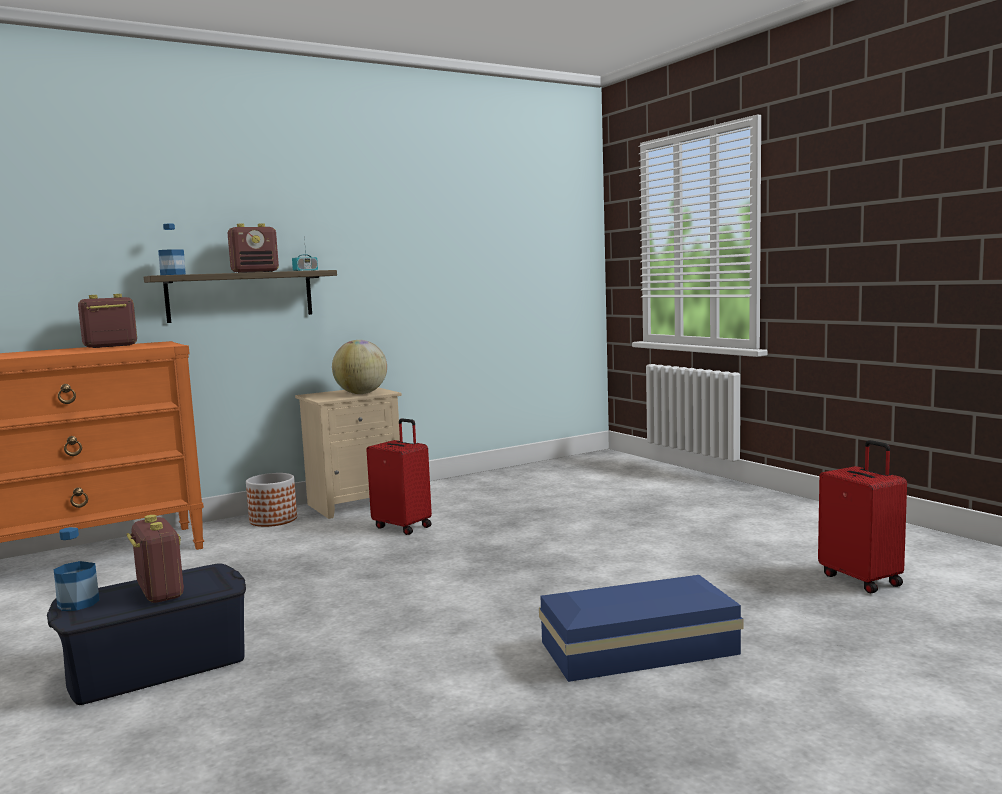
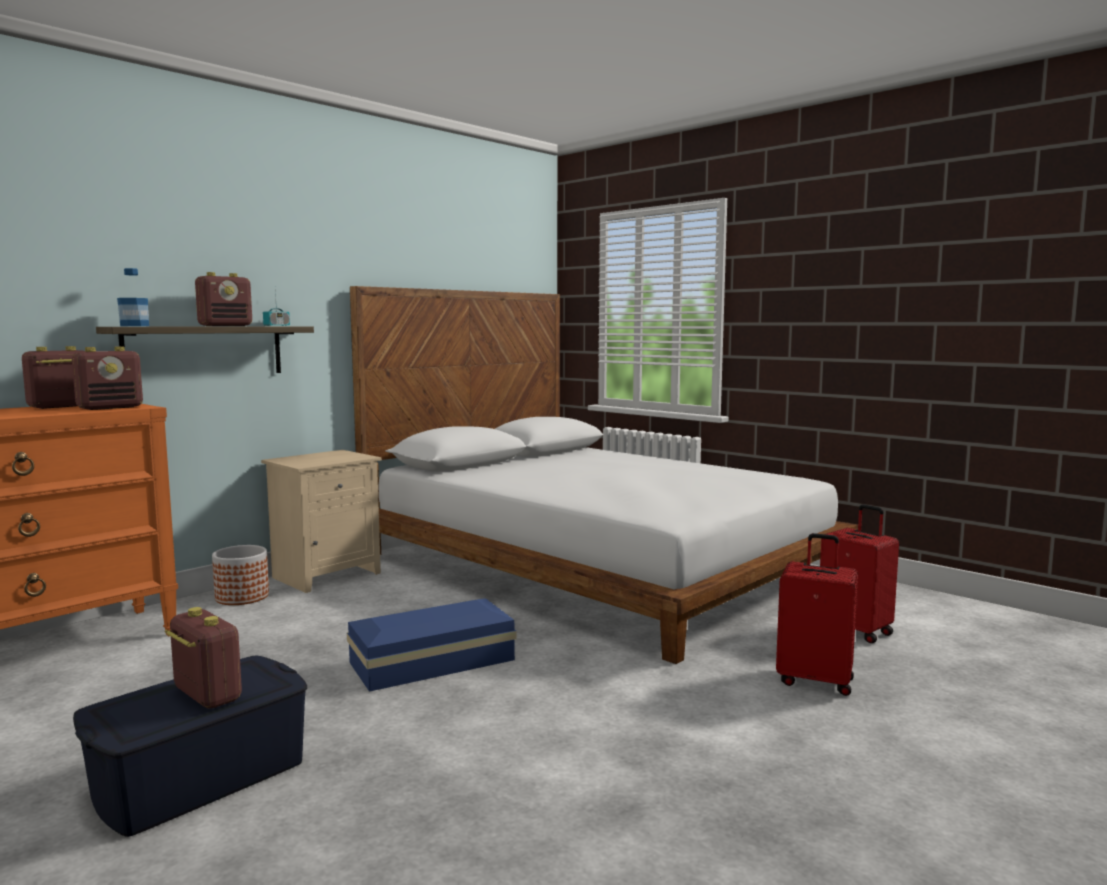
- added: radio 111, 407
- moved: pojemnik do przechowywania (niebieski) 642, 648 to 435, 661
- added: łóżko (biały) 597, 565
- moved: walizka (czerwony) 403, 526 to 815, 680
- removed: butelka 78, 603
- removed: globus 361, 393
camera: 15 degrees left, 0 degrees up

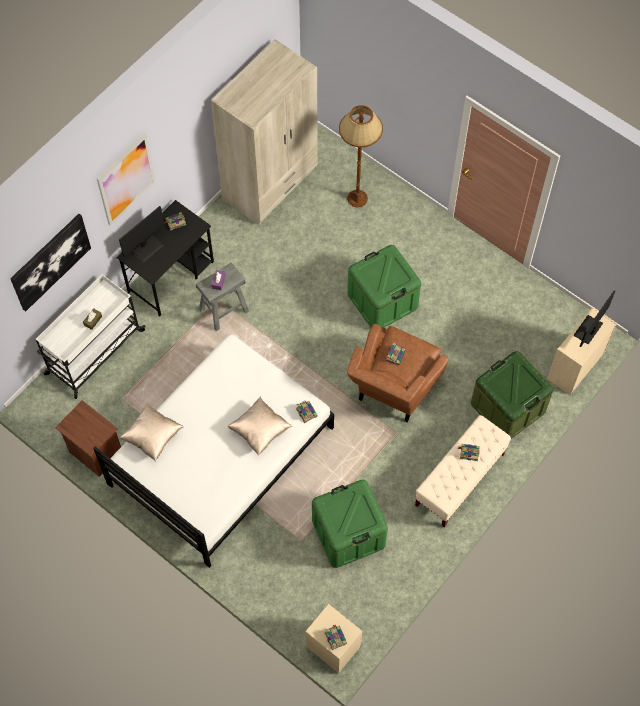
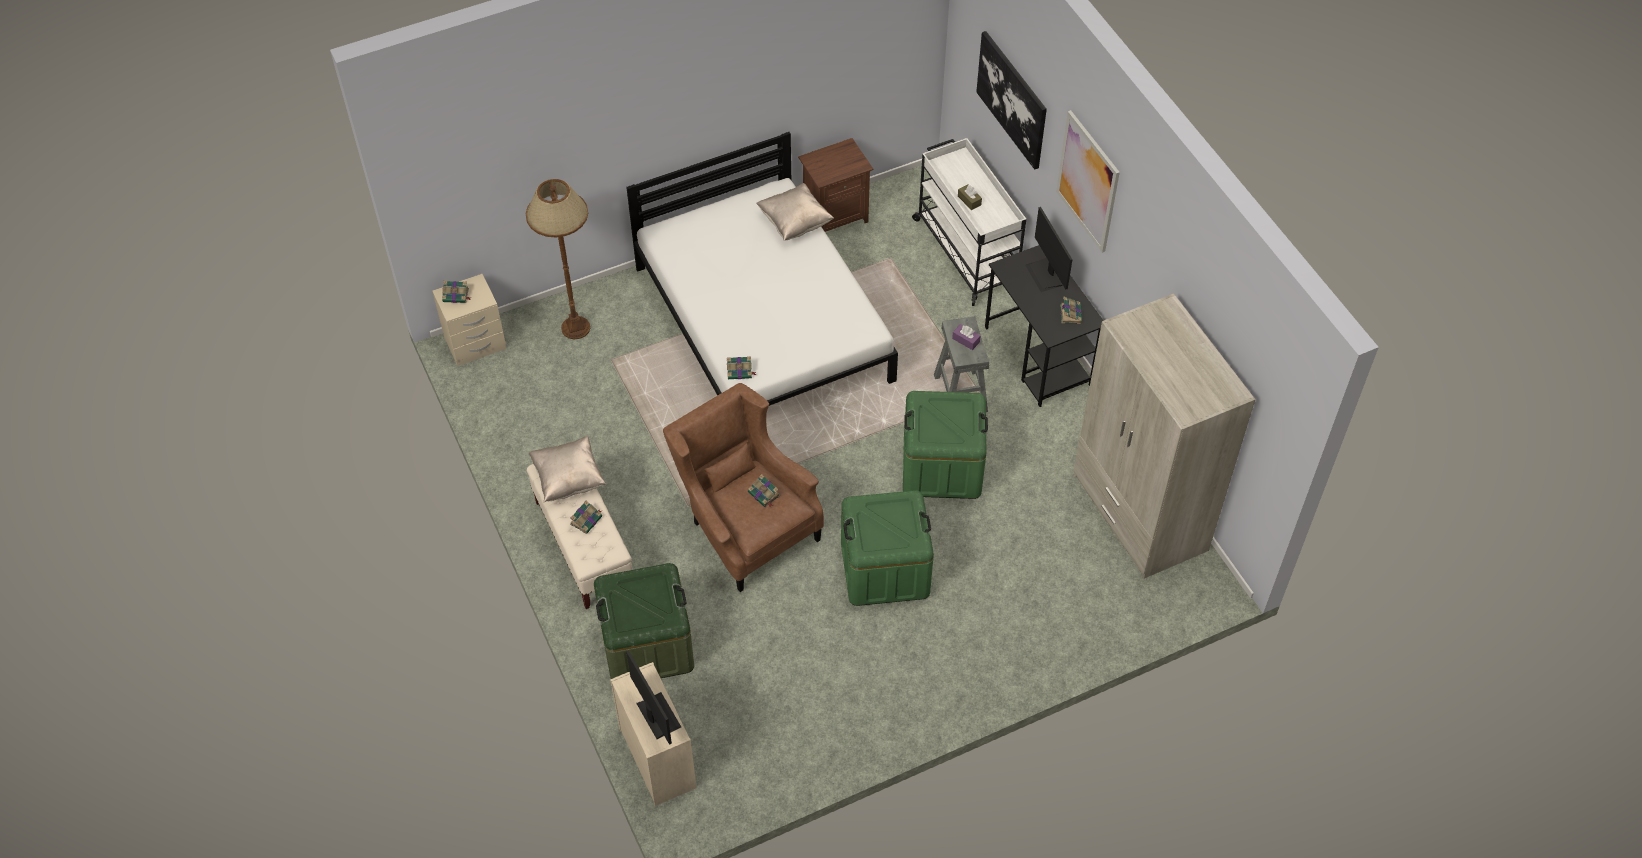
- moved: lampa stojąca (brązowy) 357, 198 to 576, 328
- moved: poduszka (beżowy) 260, 431 to 568, 479
- moved: pojemnik do przechowywania (zielony) 348, 533 to 942, 466
camera: 115 degrees right, 10 degrees down

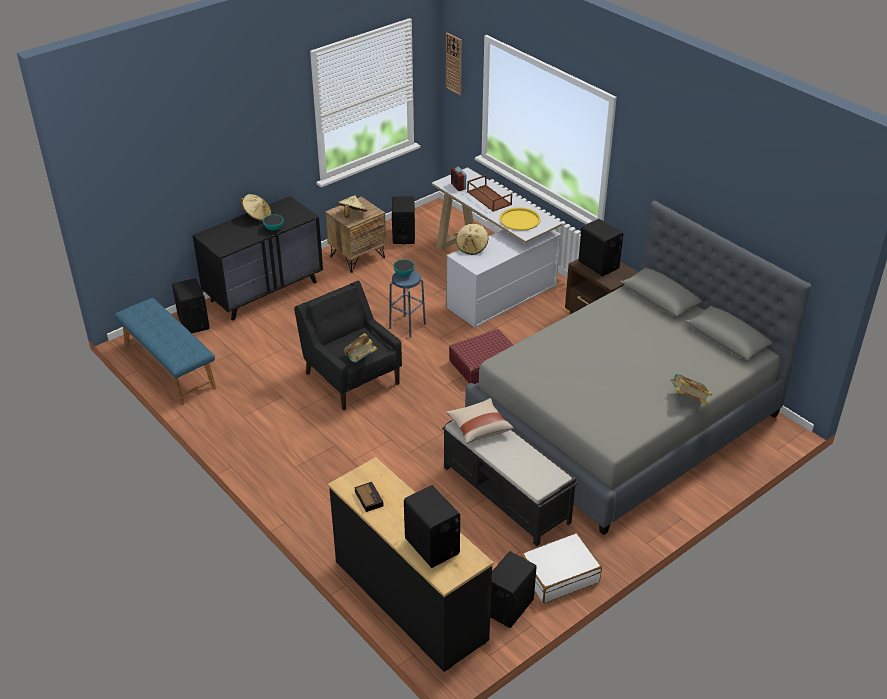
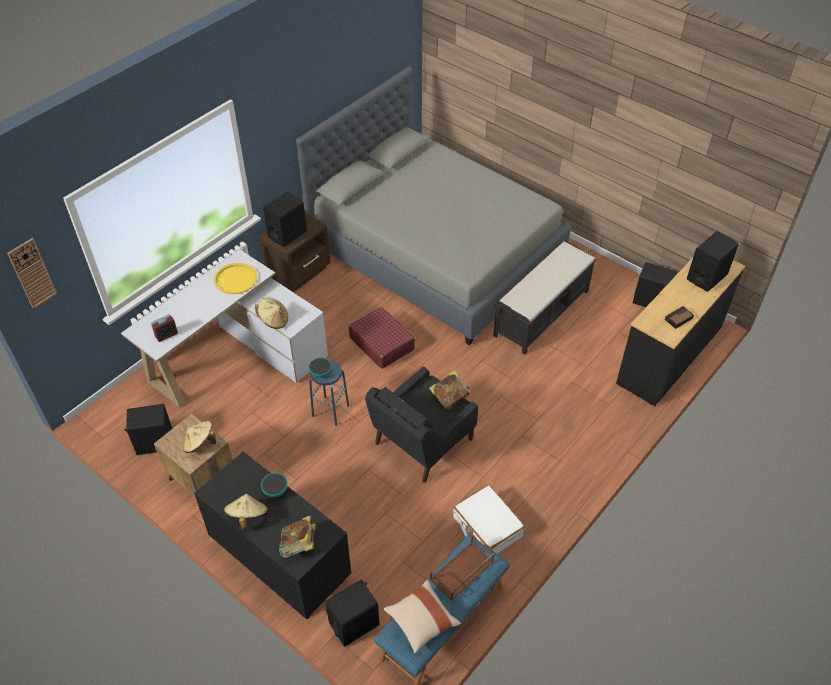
- moved: książka 688, 399 to 299, 546
- moved: poduszka (beżowy) 479, 428 to 421, 620
- moved: taca (brązowy) 488, 198 to 461, 571
- moved: walizka (biały) 559, 575 to 487, 527
camera: 100 degrees left, 10 degrees up

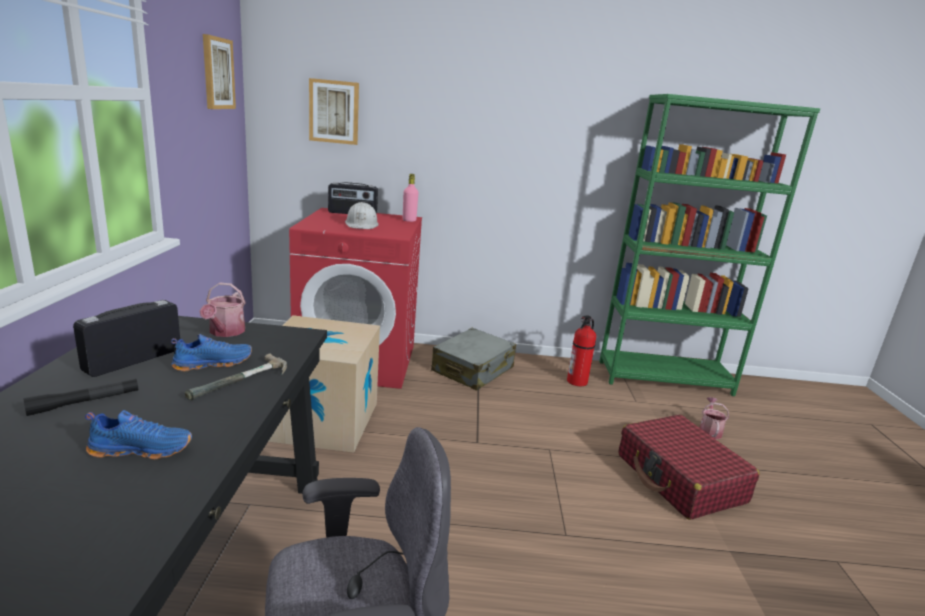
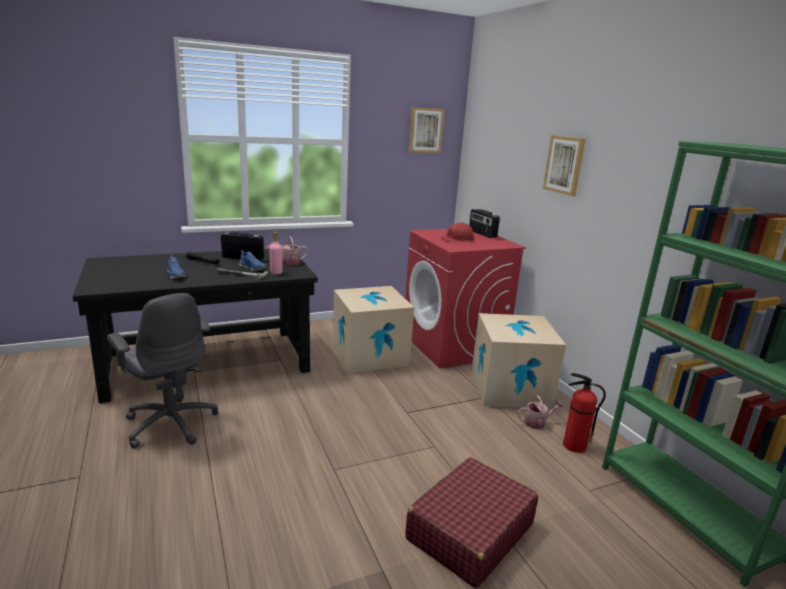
- moved: butelka (różowy) 409, 220 to 276, 273
- recoloured: kask (biały) 362, 224 to kask (czerwony) 458, 239
- replaced: walizka (szary) 473, 370 to karton 510, 389
- moved: konewka 709, 430 to 537, 423
- moved: obraz 334, 112 to 564, 165
camera: 65 degrees right, 0 degrees up

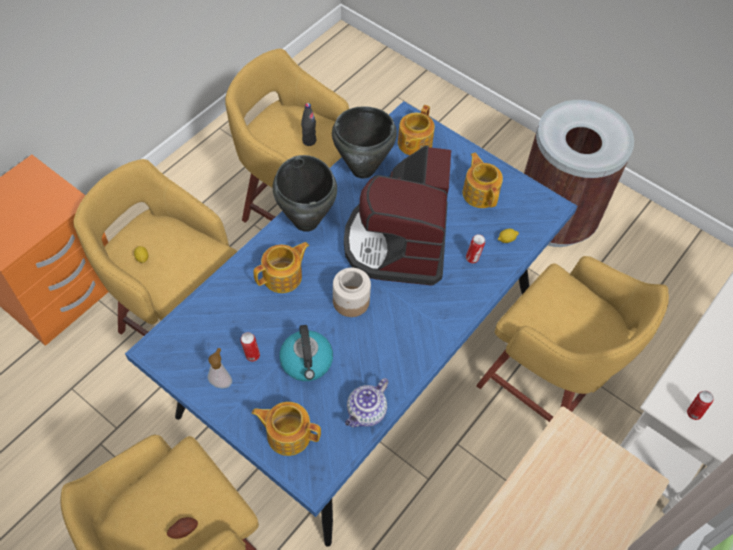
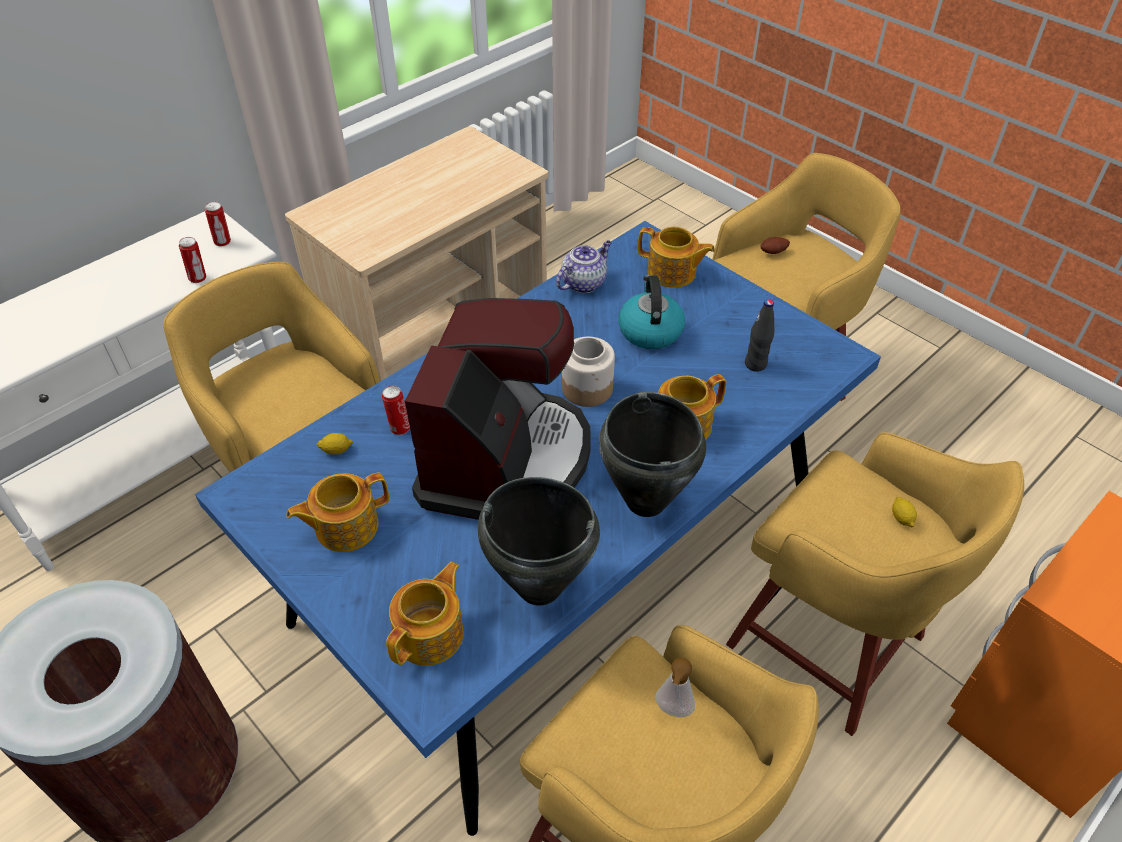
- moved: puszka 251, 355 to 198, 278
- turned: imbryk 480, 193 = 345, 526 75 degrees clockwise
- moved: dozownik mydła 221, 381 to 672, 711
- moved: butelka (czarny) 309, 141 to 755, 364
camera: 170 degrees left, 10 degrees down

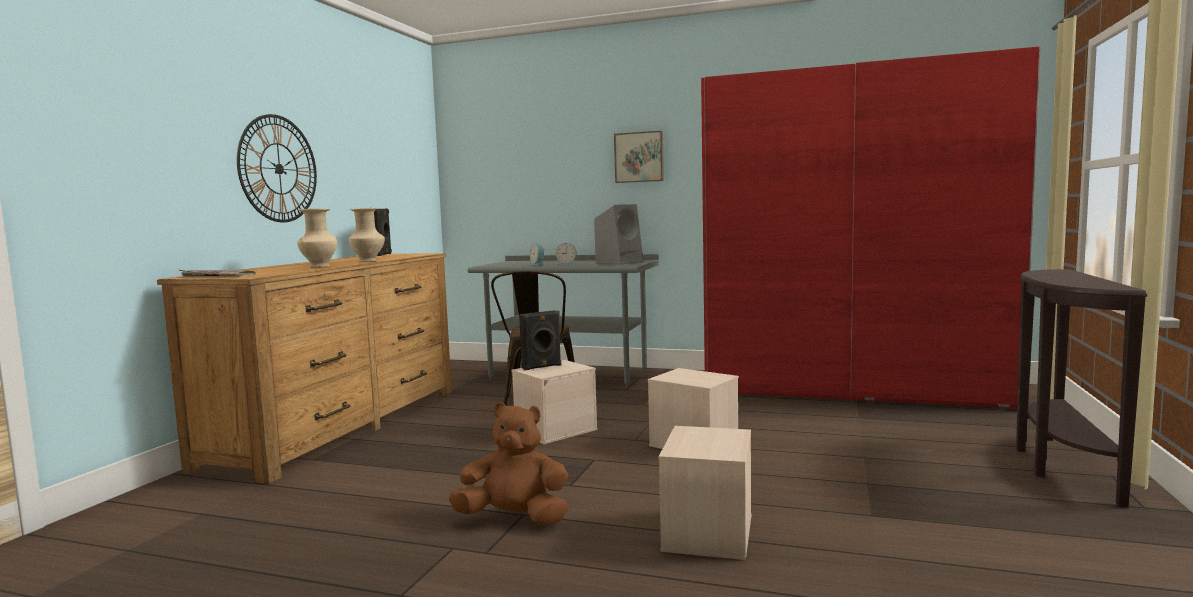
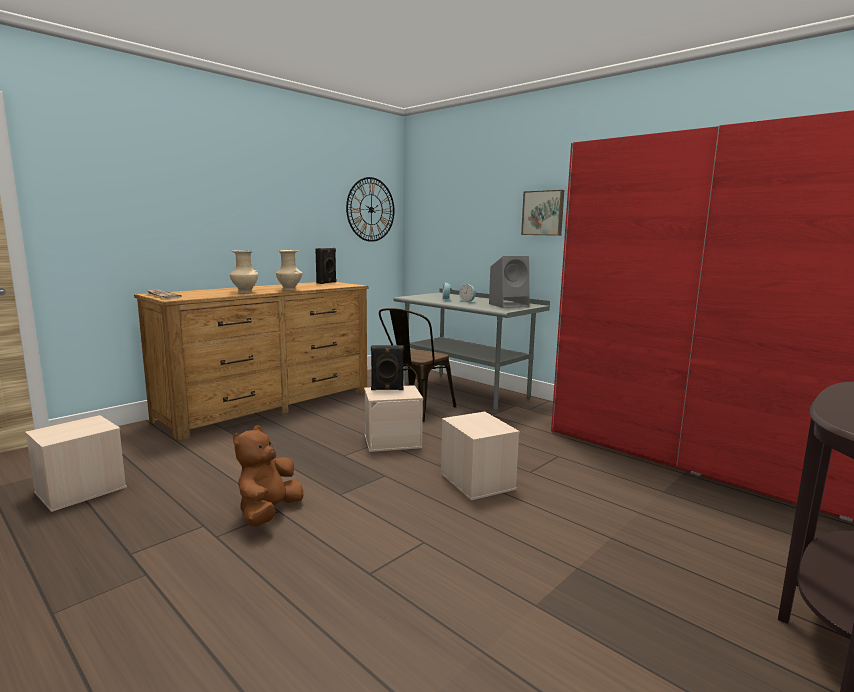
- moved: pojemnik do przechowywania (beżowy) 709, 533 to 80, 490
- turned: pluszak (brązowy) 515, 518 = 268, 513 105 degrees counterclockwise
- moved: zegar ścienny 278, 169 to 371, 209
camera: 25 degrees right, 5 degrees up

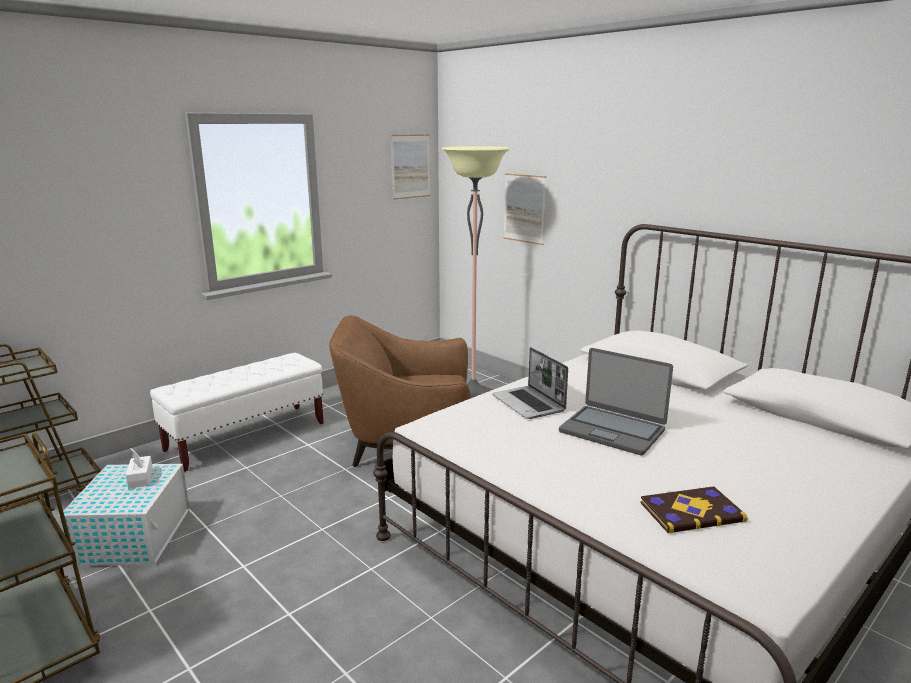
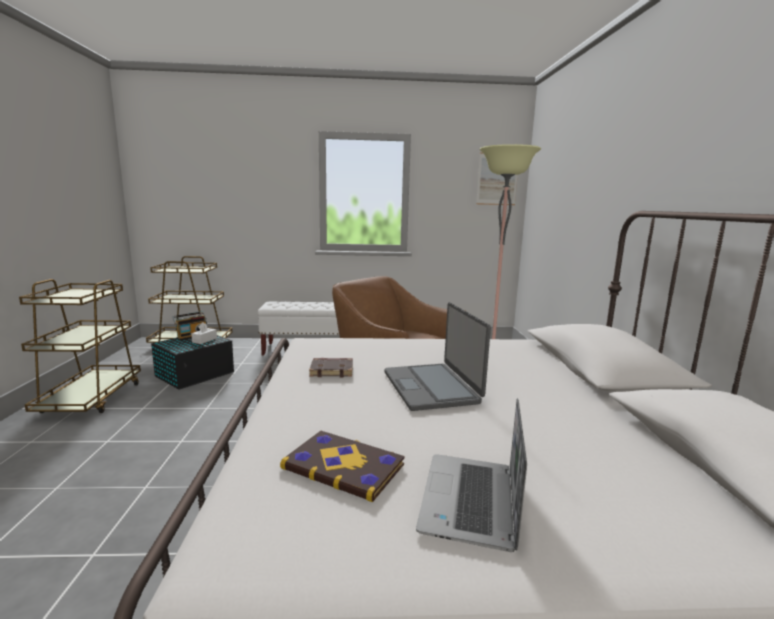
- recoloured: pojemnik do przechowywania (biały) 135, 535 to pojemnik do przechowywania (czarny) 196, 374
- added: radio 191, 336
- added: książka (brązowy) 332, 370
- moved: laptop 529, 404 to 471, 502
- removed: obraz 524, 208
camera: 40 degrees right, 5 degrees down

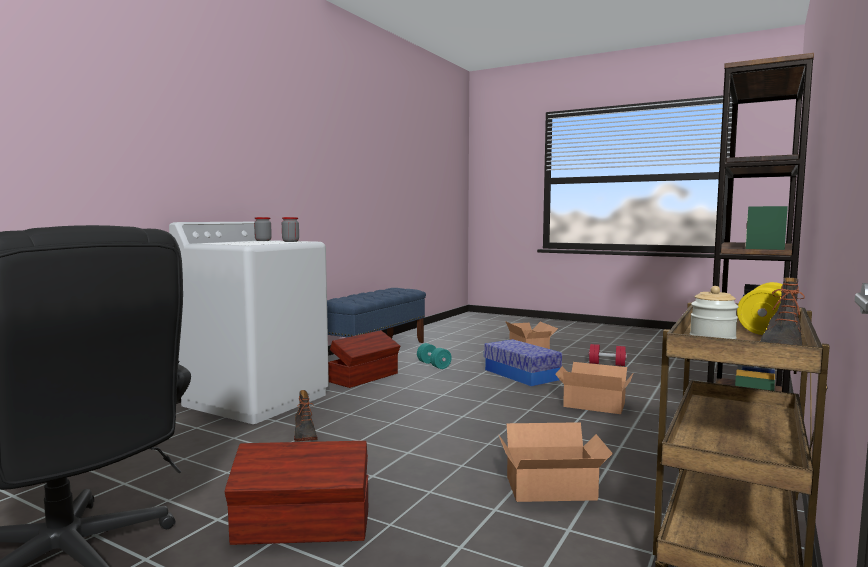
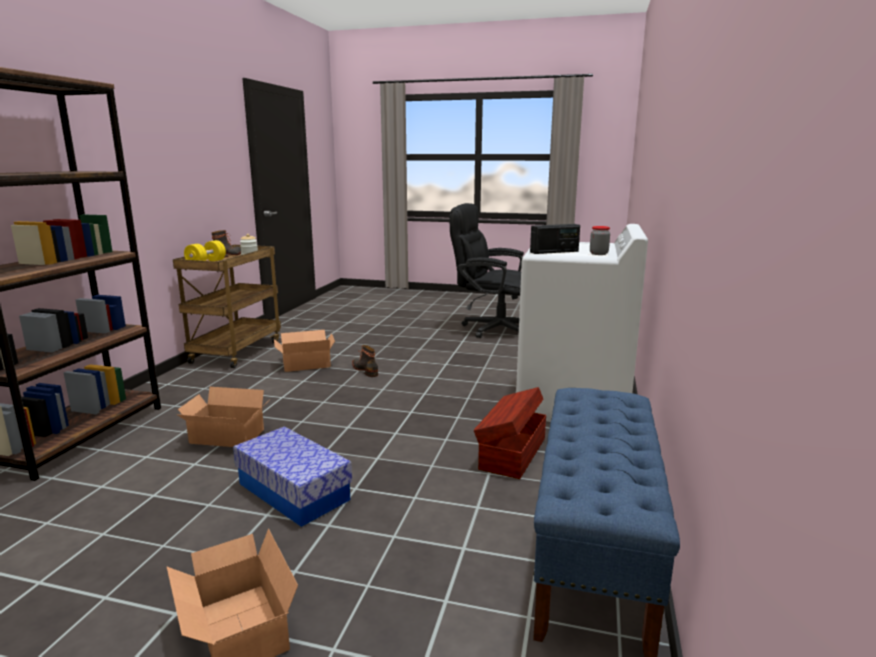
- moved: but z cholewką 304, 435 to 366, 370
- replaced: słoik 290, 241 to radio 554, 252
- removed: pojemnik do przechowywania (brązowy) 303, 527
- removed: hantel (turkusowy) 433, 365
- removed: hantel (czerwony) 607, 364
camera: 165 degrees right, 10 degrees up

